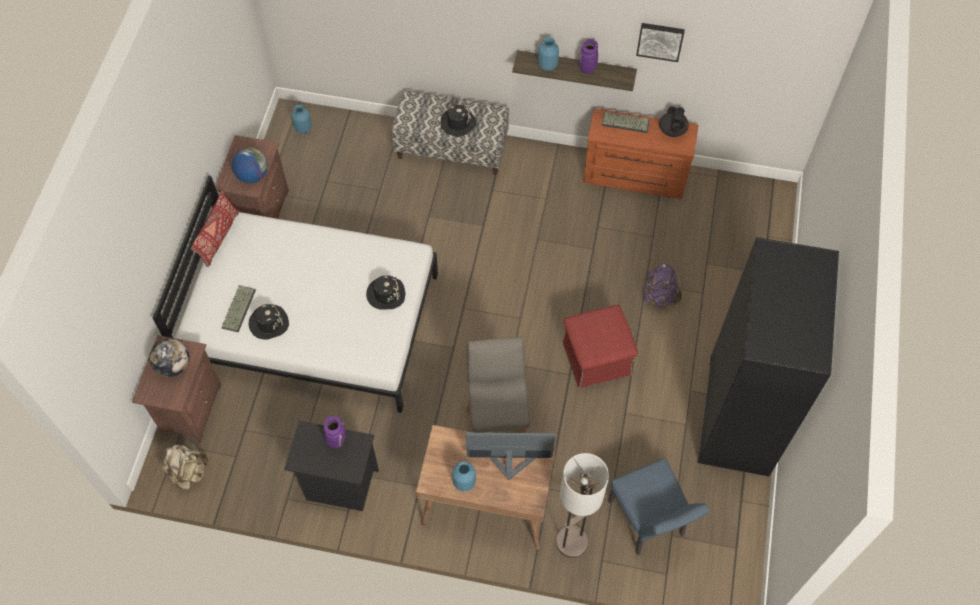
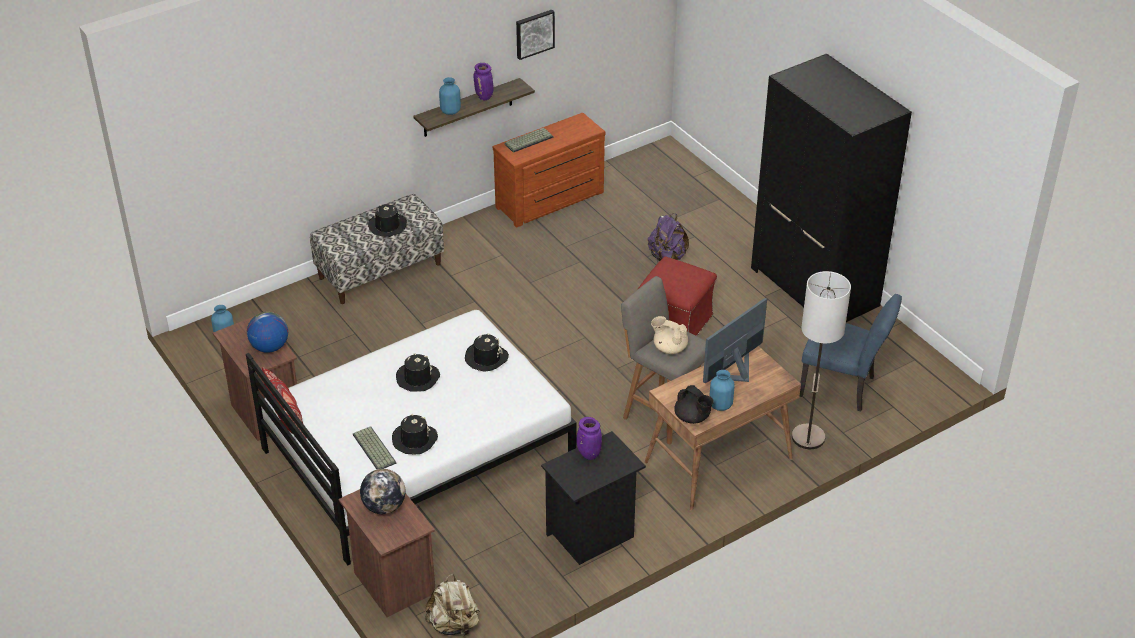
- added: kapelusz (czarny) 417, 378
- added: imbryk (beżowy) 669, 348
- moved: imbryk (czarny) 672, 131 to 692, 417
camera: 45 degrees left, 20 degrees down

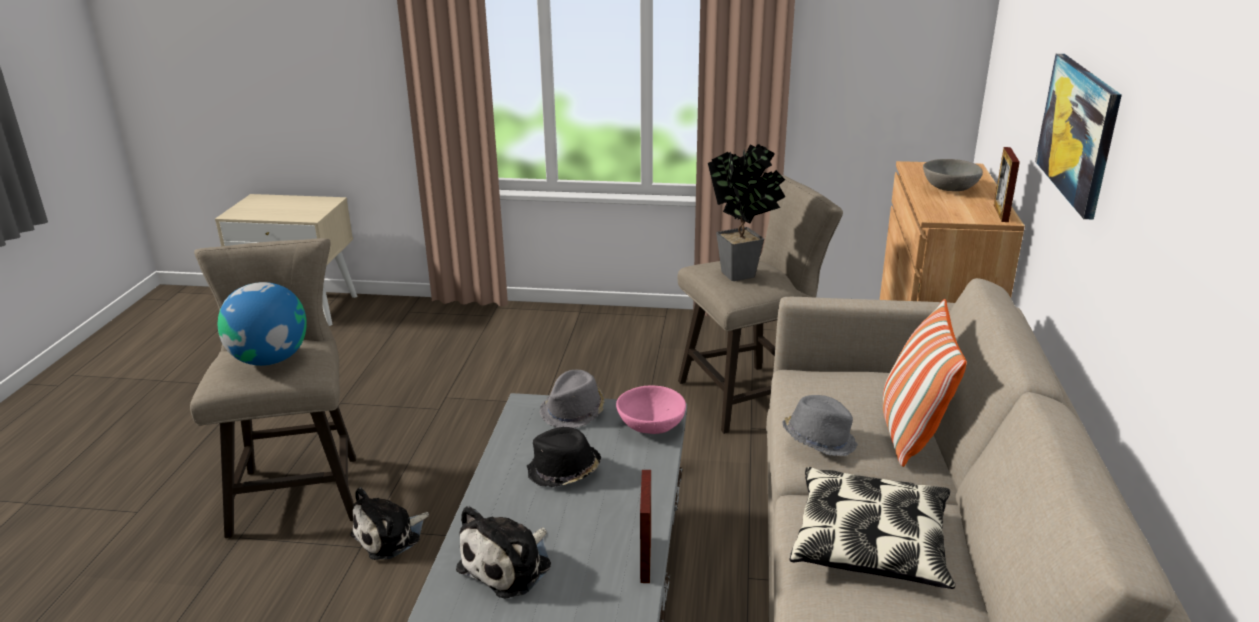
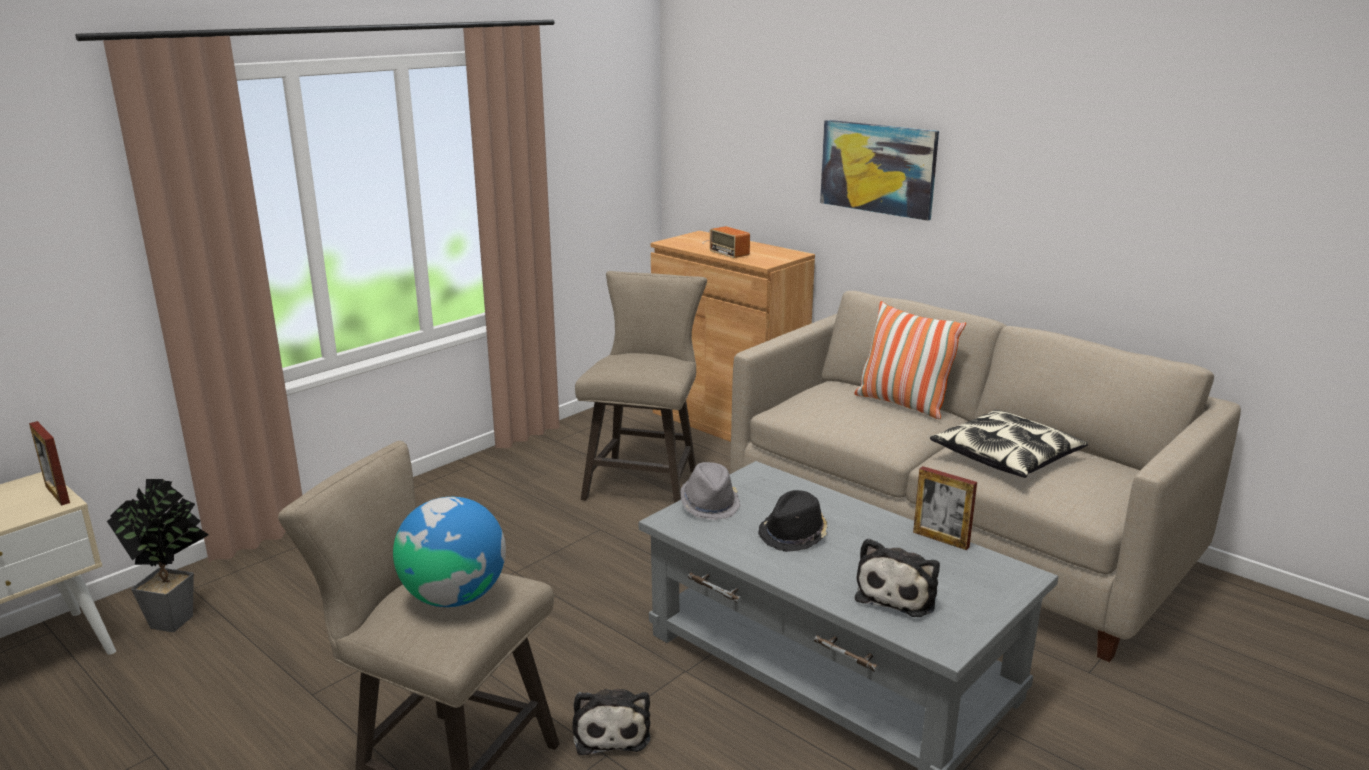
- moved: ramka na zdjęcie 1000, 213 to 57, 494
- moved: roślina doniczkowa 744, 274 to 179, 618
- replaced: miska (szary) 950, 189 to radio 727, 248
- turned: pluszak 509, 565 = 899, 594 45 degrees clockwise
- removed: miska (różowy) 651, 426
- removed: kapelusz (szary) 819, 440
camera: 55 degrees left, 5 degrees down

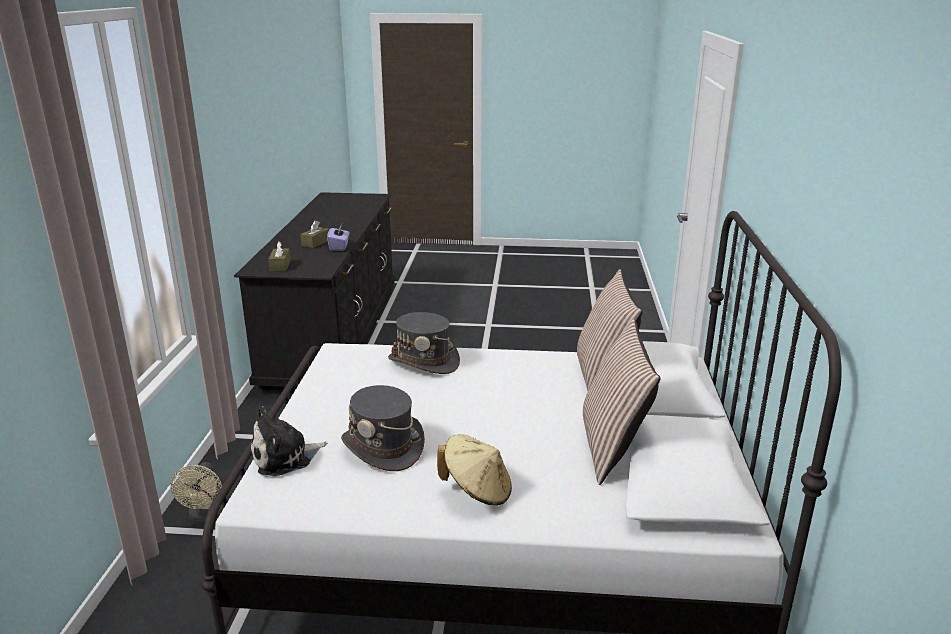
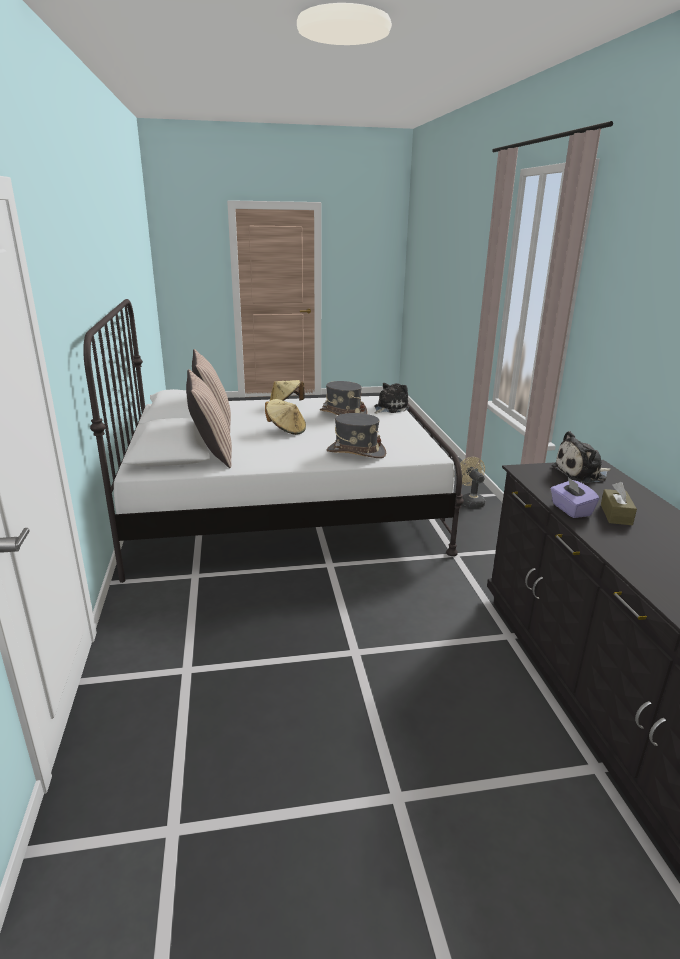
- added: kapelusz (beżowy) 286, 430
- replaced: pudełko chusteczek (brązowy) 280, 266 to pluszak 581, 473
camera: 165 degrees right, 0 degrees up

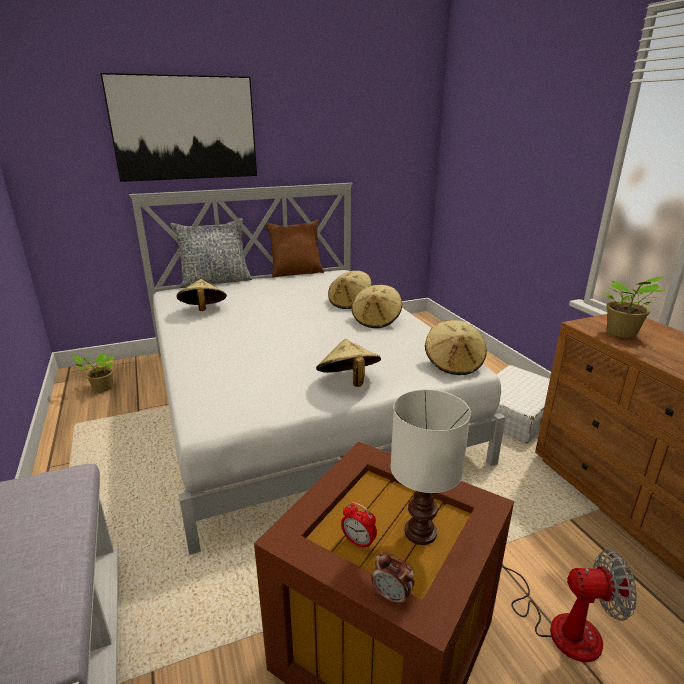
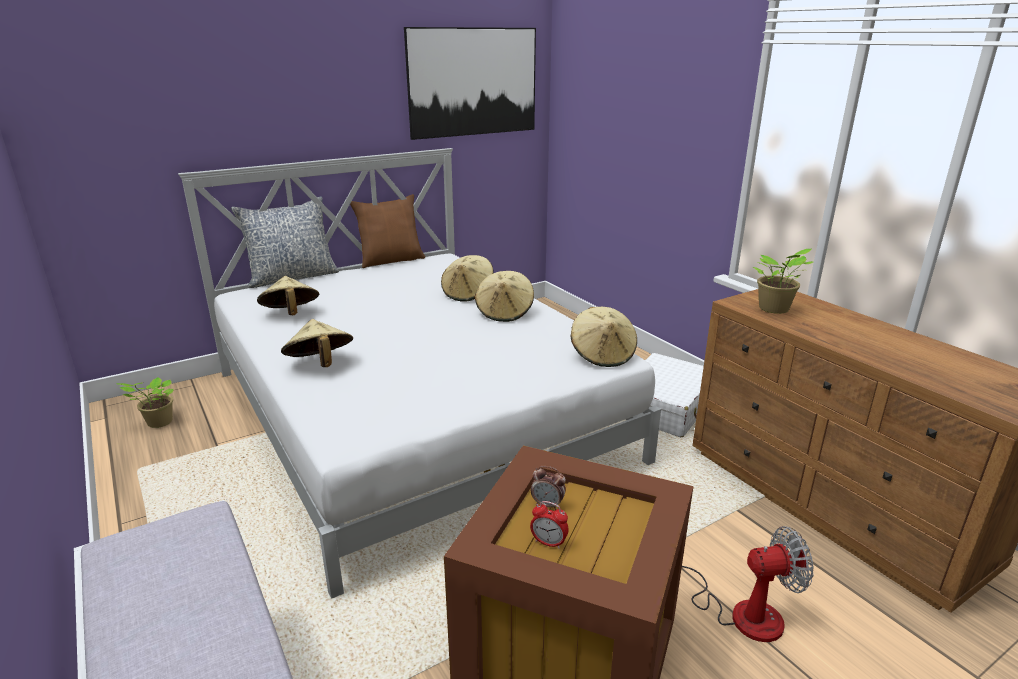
- moved: kapelusz (beżowy) 348, 382 to 320, 364
- moved: obraz 185, 128 to 473, 82
- moved: budzik 392, 596 to 547, 505
- removed: lampa stołowa (biały) 421, 532
camera: 10 degrees left, 0 degrees up

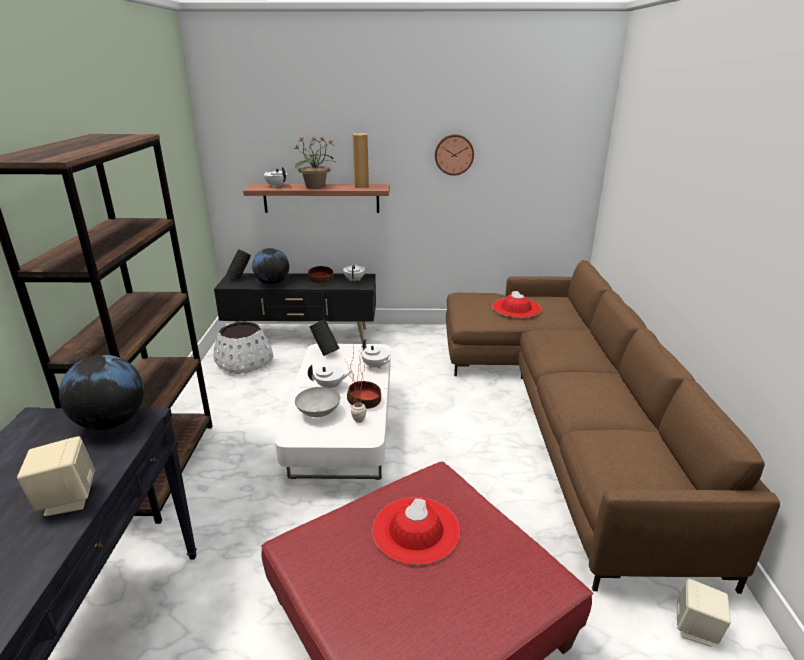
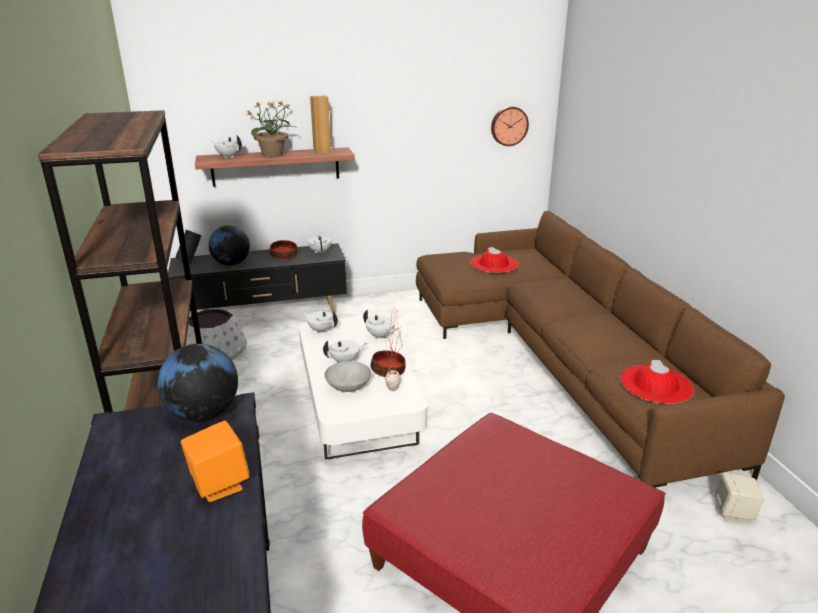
- recoloured: głośnik (beżowy) 67, 499 to głośnik (pomarańczowy) 219, 485
- replaced: wazon (czarny) 325, 353 to imbryk (biały) 321, 330
- moved: zegar ścienny 454, 154 to 509, 126
- moved: kapelusz (czerwony) 416, 530 to 656, 384
camera: 15 degrees left, 0 degrees up

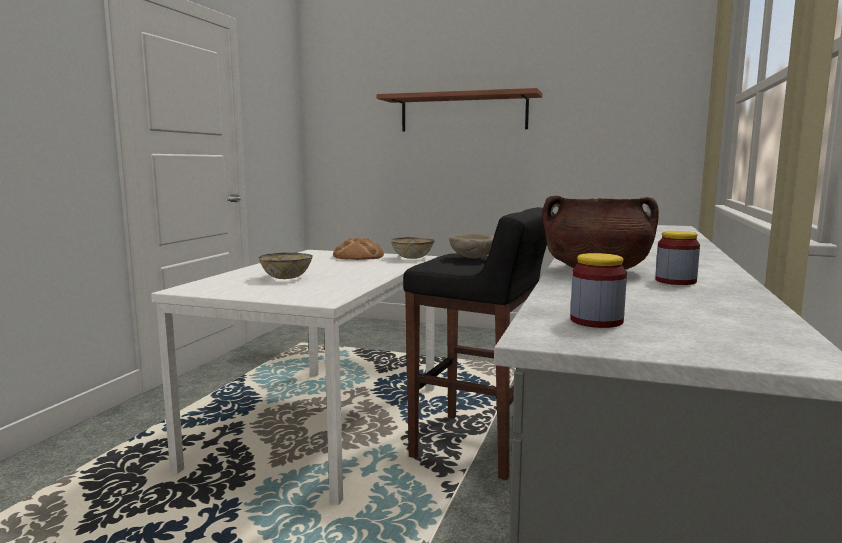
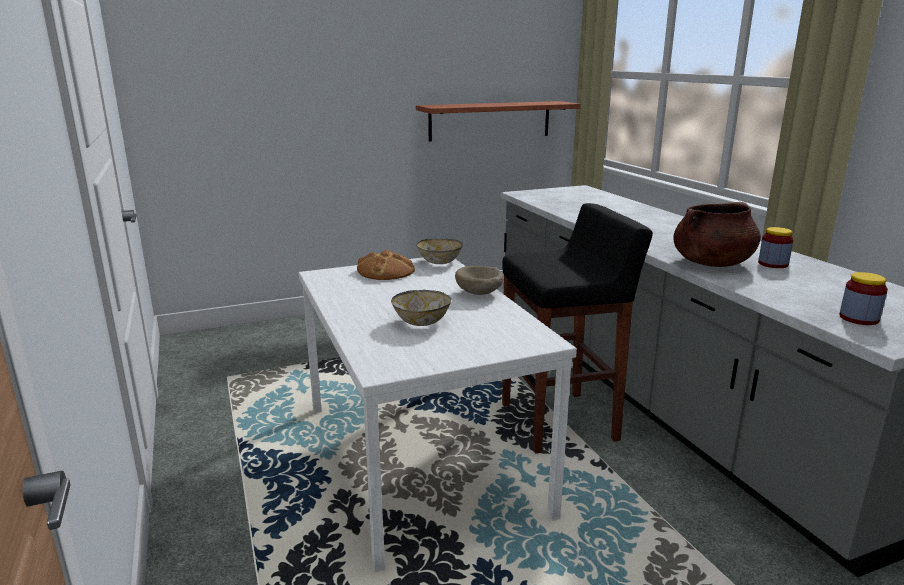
- moved: półka 463, 113 to 490, 120
- moved: miska (beżowy) 472, 258 to 479, 294
camera: 40 degrees left, 10 degrees up

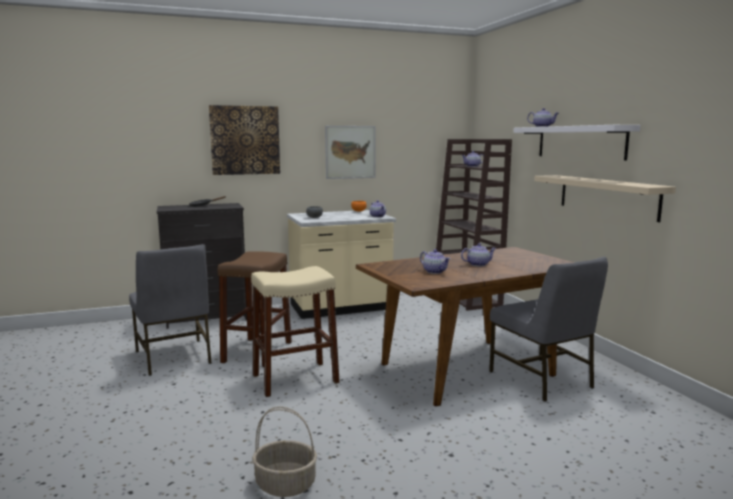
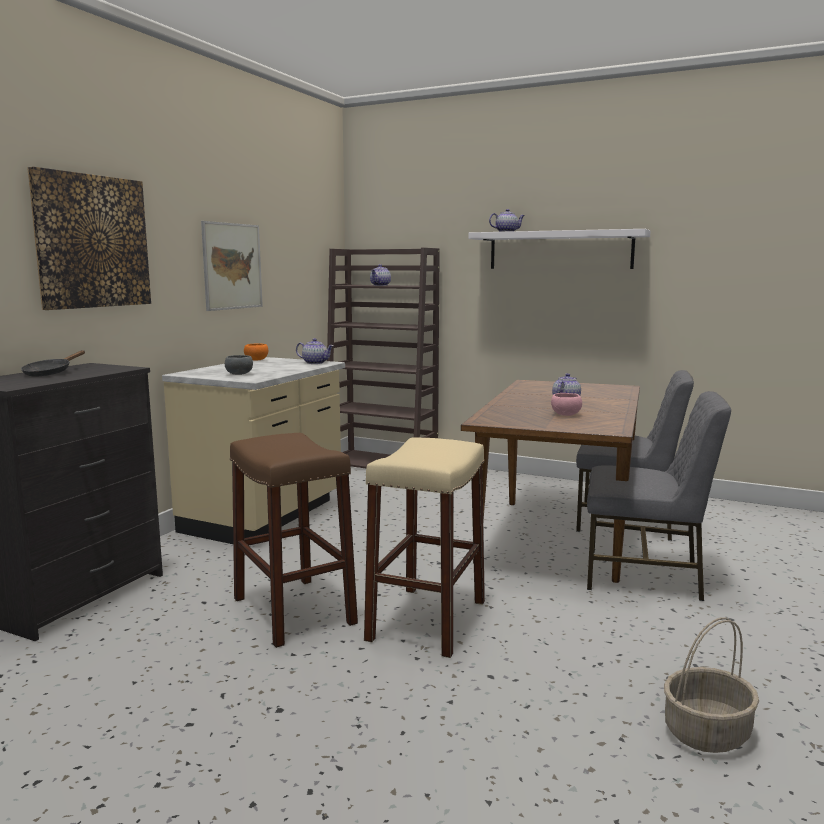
- replaced: imbryk 435, 271 to miska (różowy) 565, 414
- moved: krzesło (szary) 174, 357 to 645, 575
- removed: półka (beżowy) 607, 196
camera: 45 degrees left, 0 degrees up

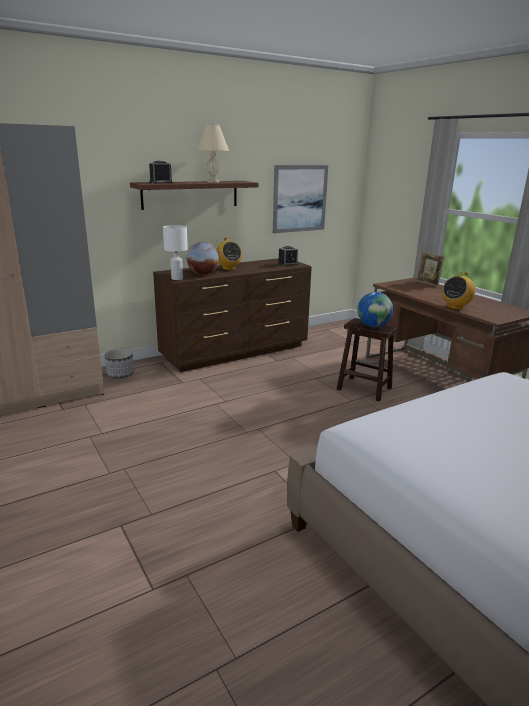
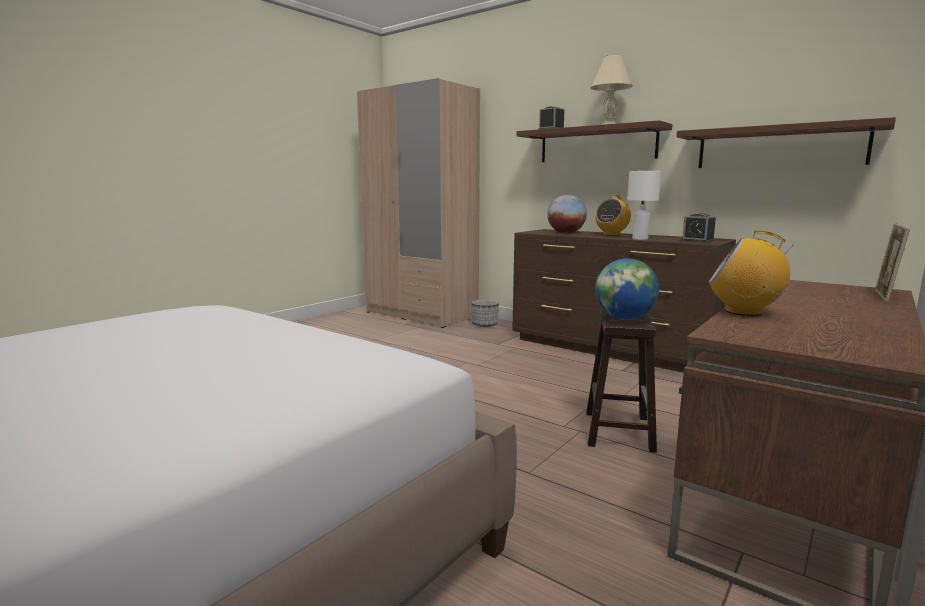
- moved: lampa stołowa (biały) 176, 278 to 639, 239
- replaced: obraz 300, 198 to półka (brązowy) 779, 147
camera: 70 degrees right, 10 degrees down

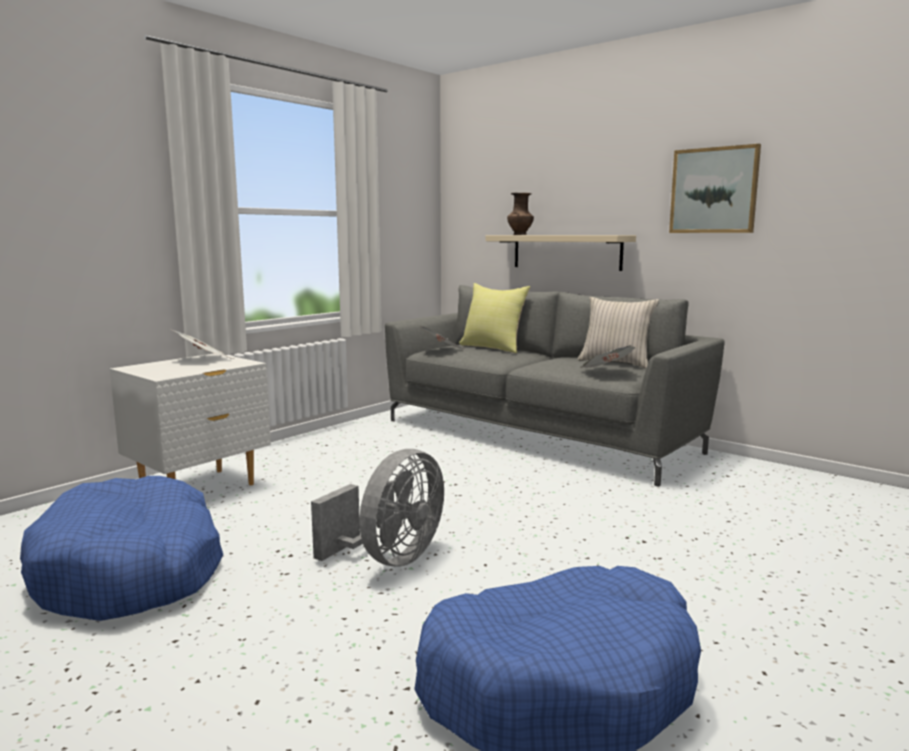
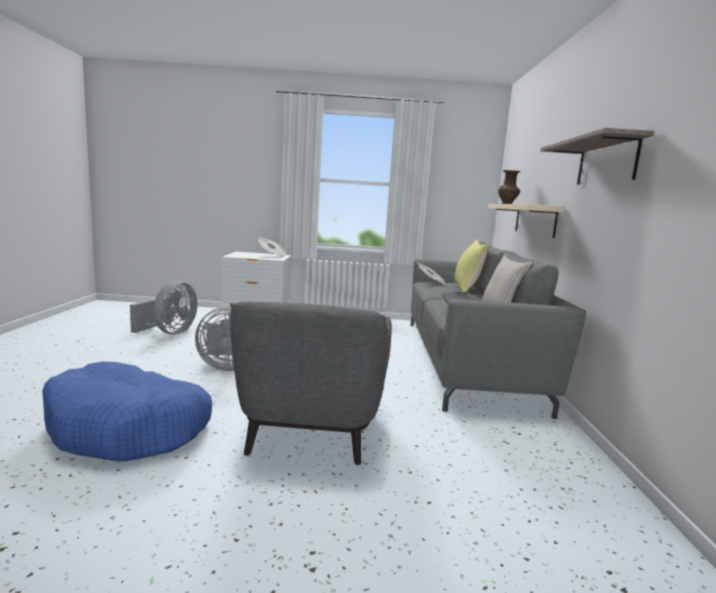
- replaced: legowisko (niebieski) 131, 571 to wentylator (szary) 169, 333
- added: fotel (szary) 310, 429
- replaced: obraz 714, 190 to półka 606, 162
camera: 50 degrees right, 0 degrees up

